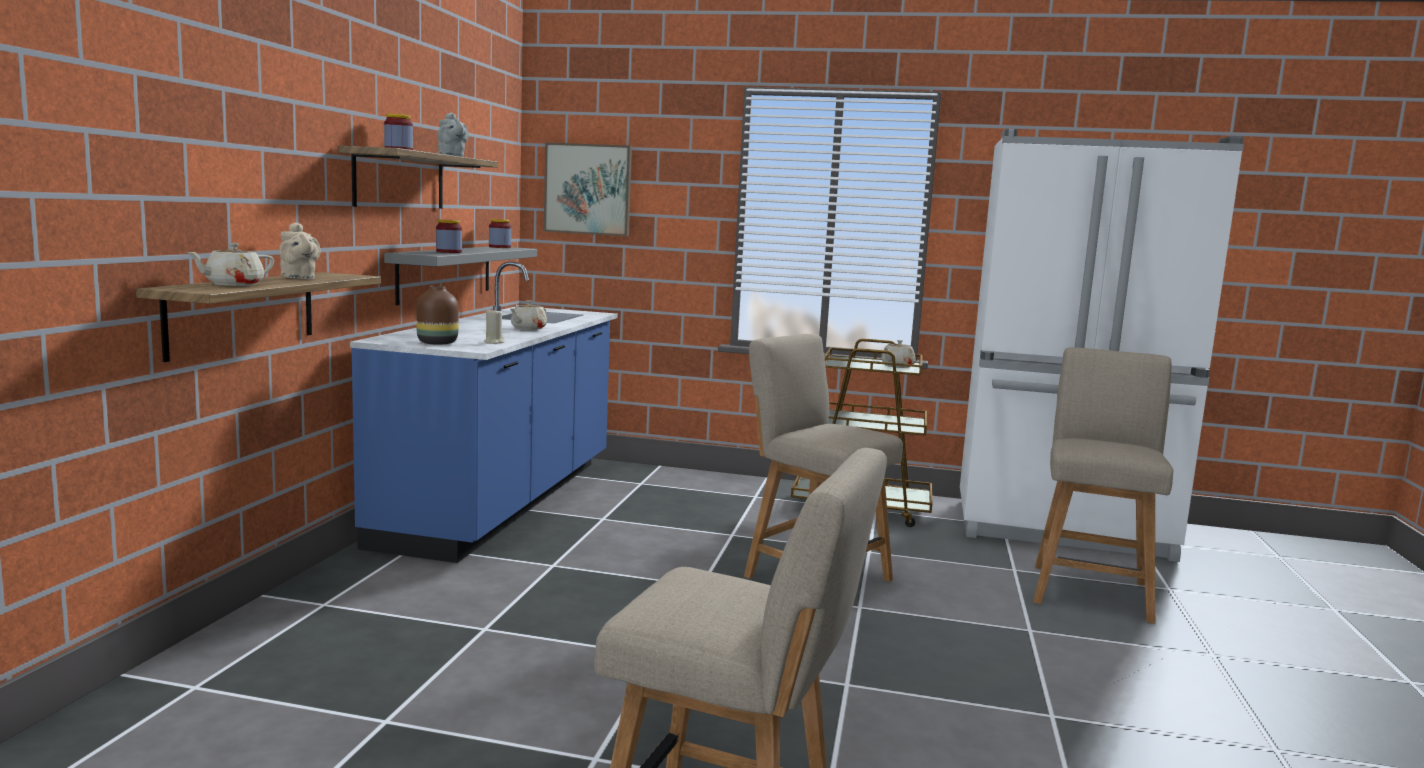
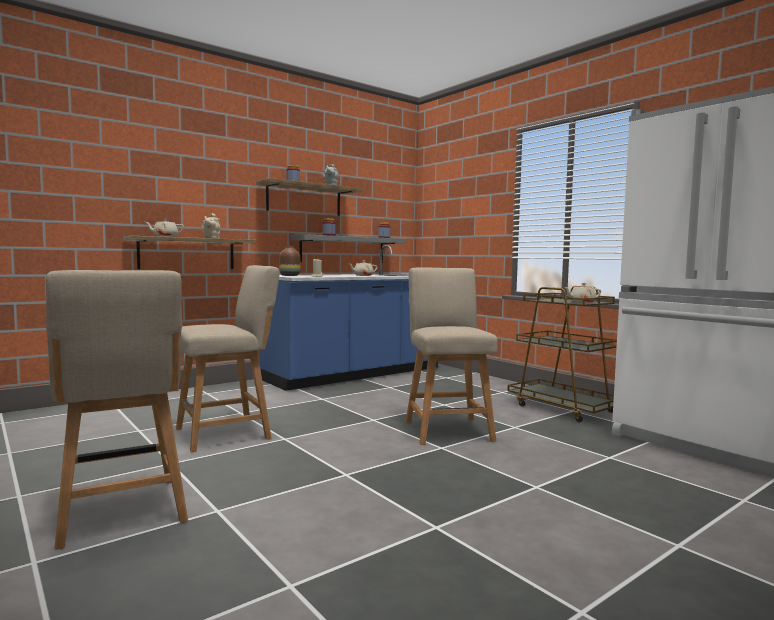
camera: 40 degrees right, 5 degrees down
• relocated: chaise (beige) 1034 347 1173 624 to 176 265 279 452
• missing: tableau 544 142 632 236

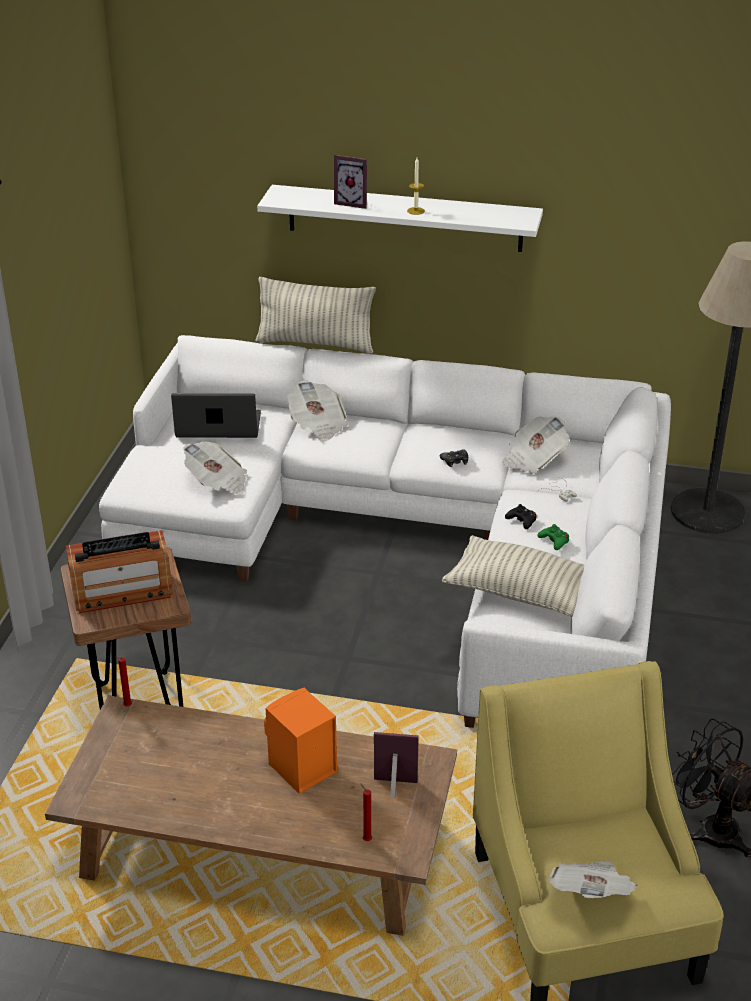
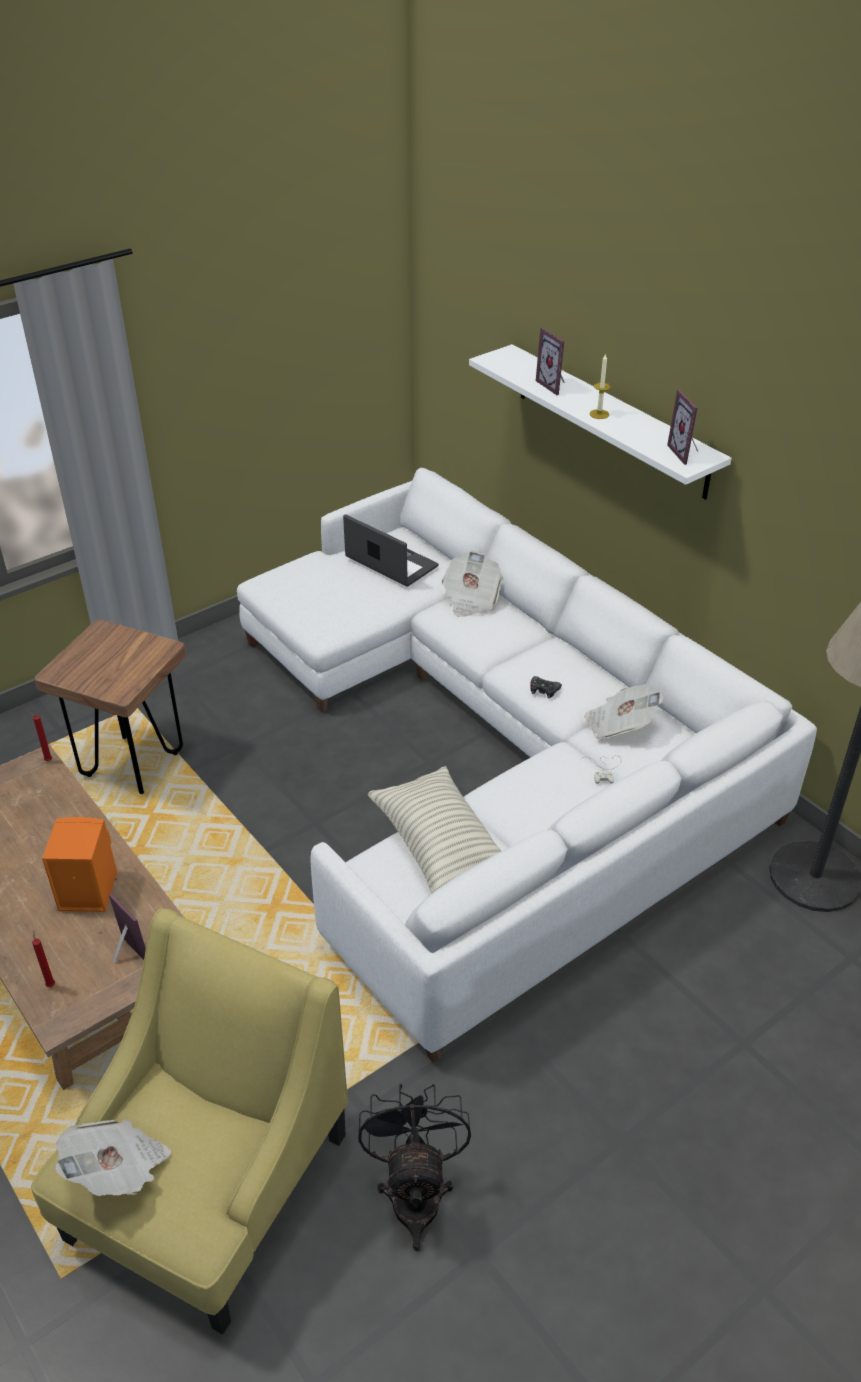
camera: 40 degrees right, 5 degrees up
• appeared: cadre photo 667 389 698 465
• missing: radio 66 530 173 613
• missing: journal 183 441 247 495
• missing: coussin 255 277 376 354
• missing: manette (noir) 505 504 536 529
• missing: manette (vert) 537 524 569 550

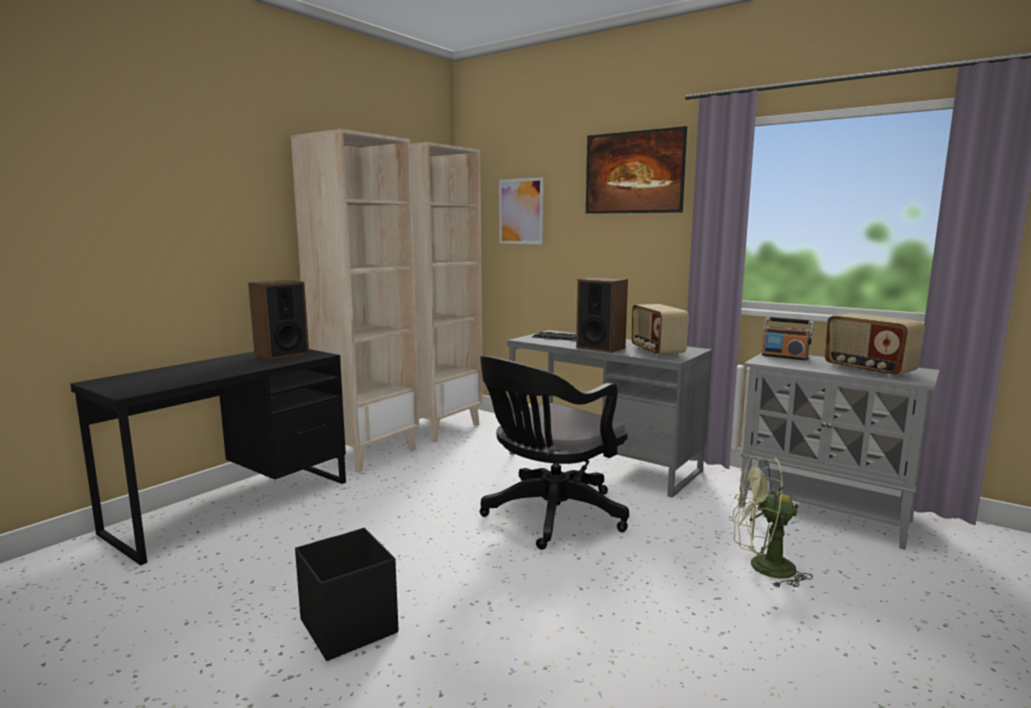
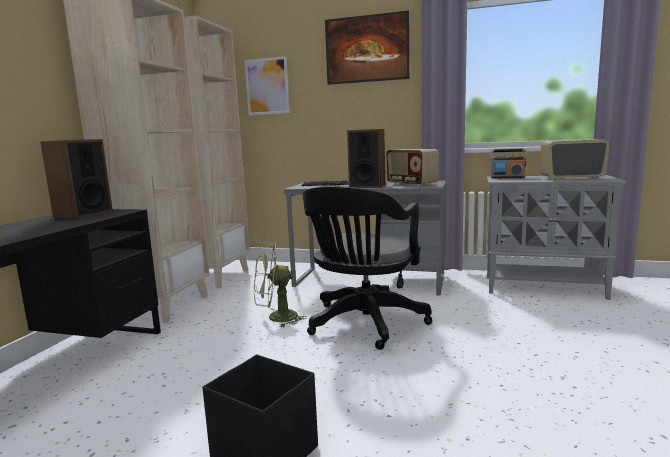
camera: 20 degrees left, 0 degrees up
• relocated: ventilateur (vert) 732 456 813 588 to 254 242 307 328
• spun: radio 825 313 925 377 = 540 139 610 180 150 degrees clockwise

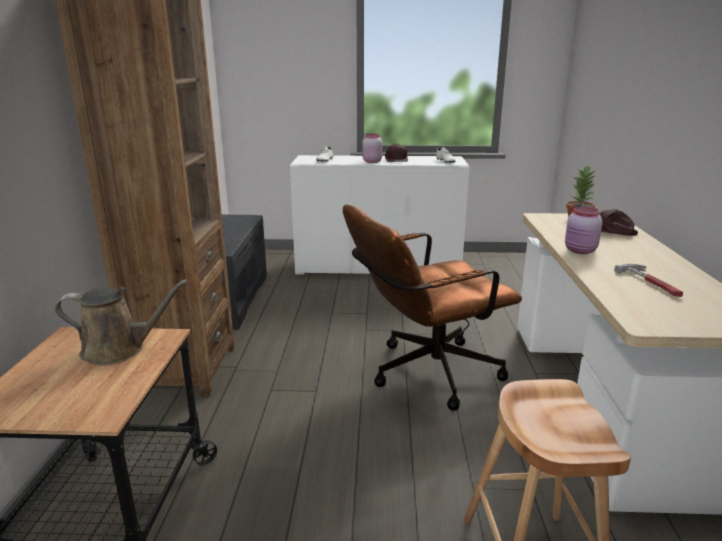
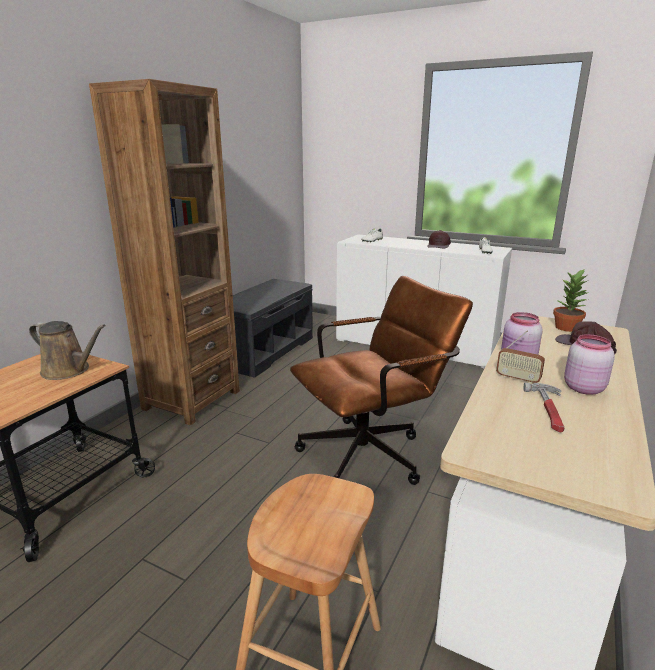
camera: 25 degrees right, 0 degrees up
• spun: chaise de bureau (marron) 343 205 522 411 = 290 276 473 485 150 degrees clockwise
• appeared: radio 496 331 545 384
• relocated: bocal (rose) 362 134 382 163 to 564 334 615 395

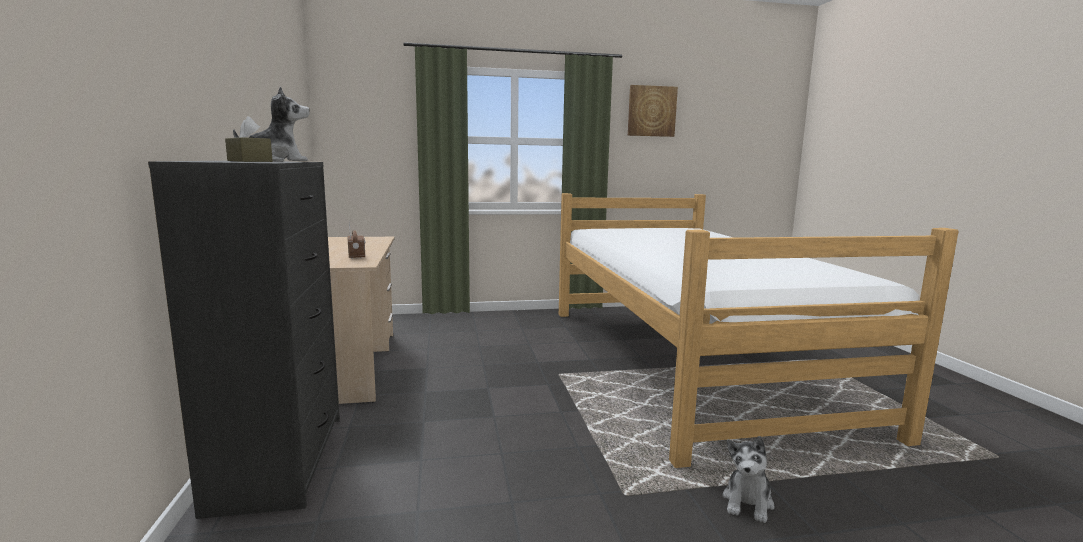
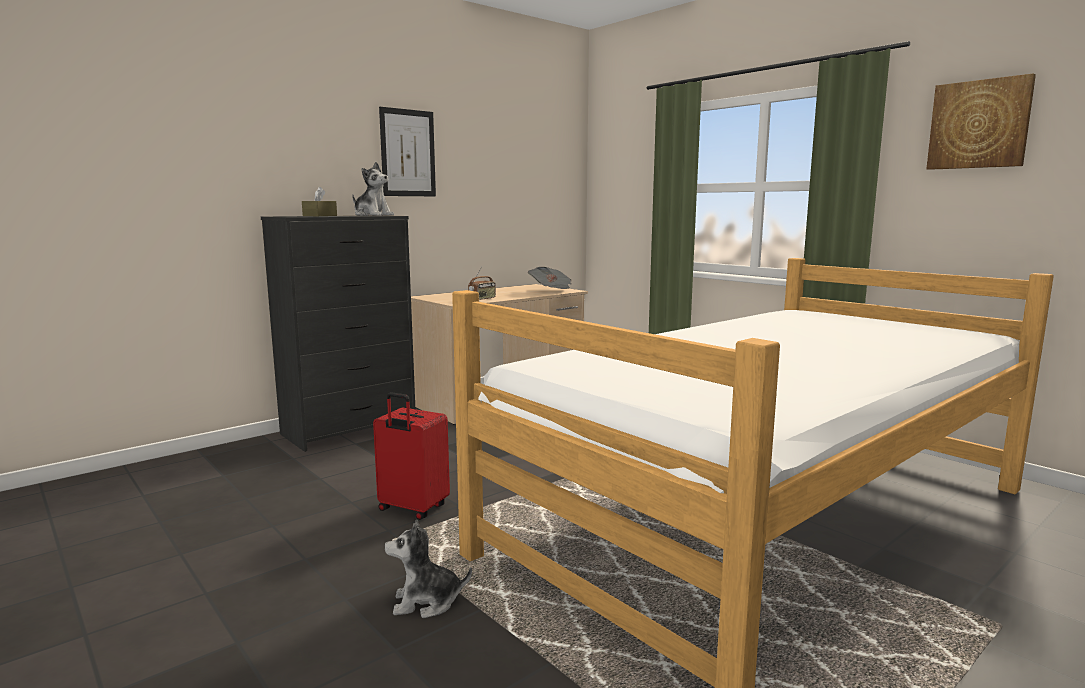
camera: 60 degrees right, 0 degrees up
• appeared: valise (rouge) 373 392 450 520
• appeared: tableau 379 107 436 196
• appeared: journal 528 267 572 289

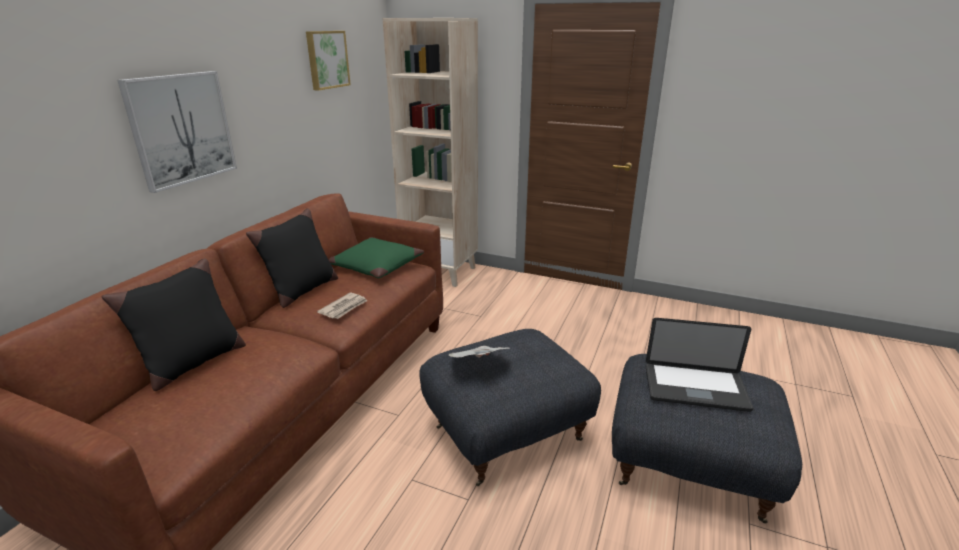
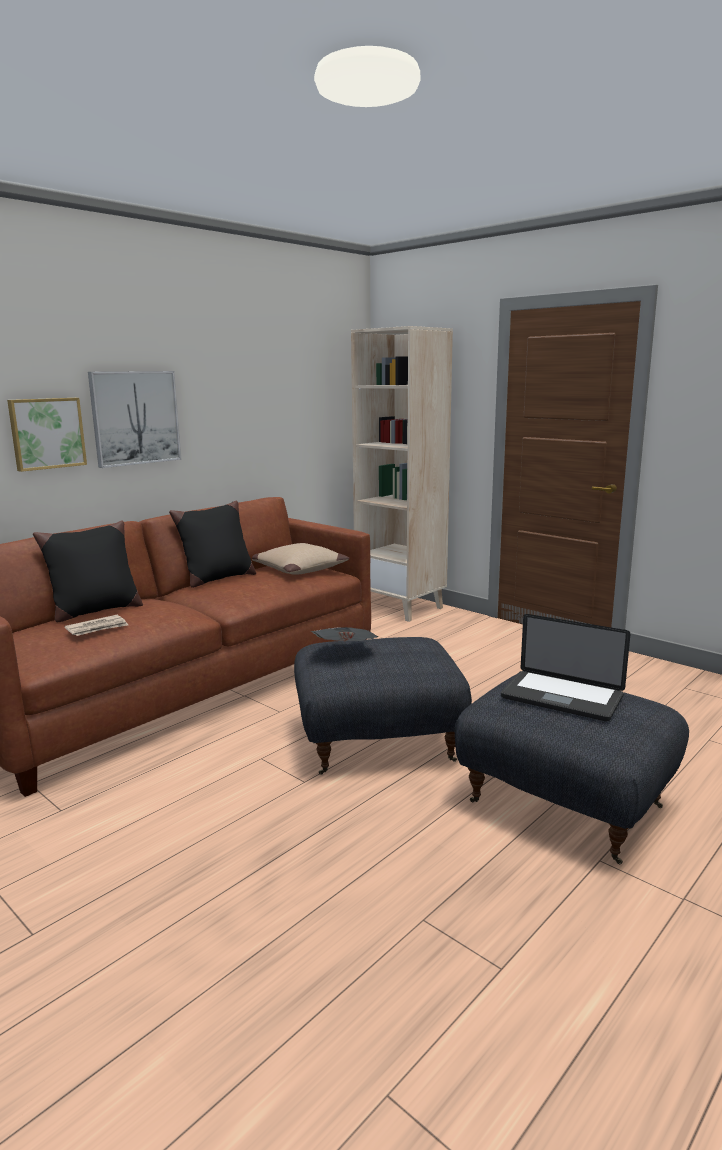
camera: 20 degrees right, 10 degrees down
• relocated: tableau 306 31 351 91 to 7 398 87 472
• relocated: journal 317 293 367 319 to 64 615 128 636
• colour: coussin (vert) 329 237 424 278 to coussin (beige) 252 543 350 575

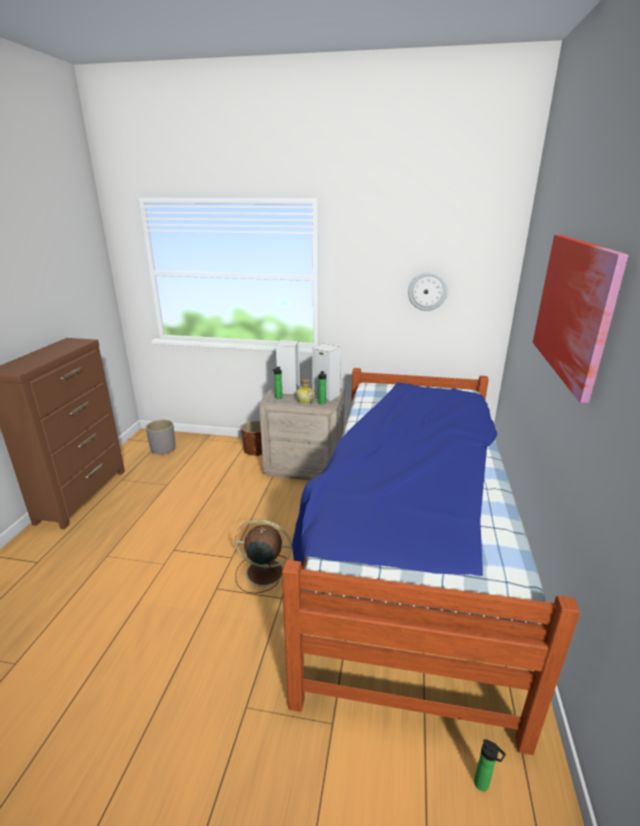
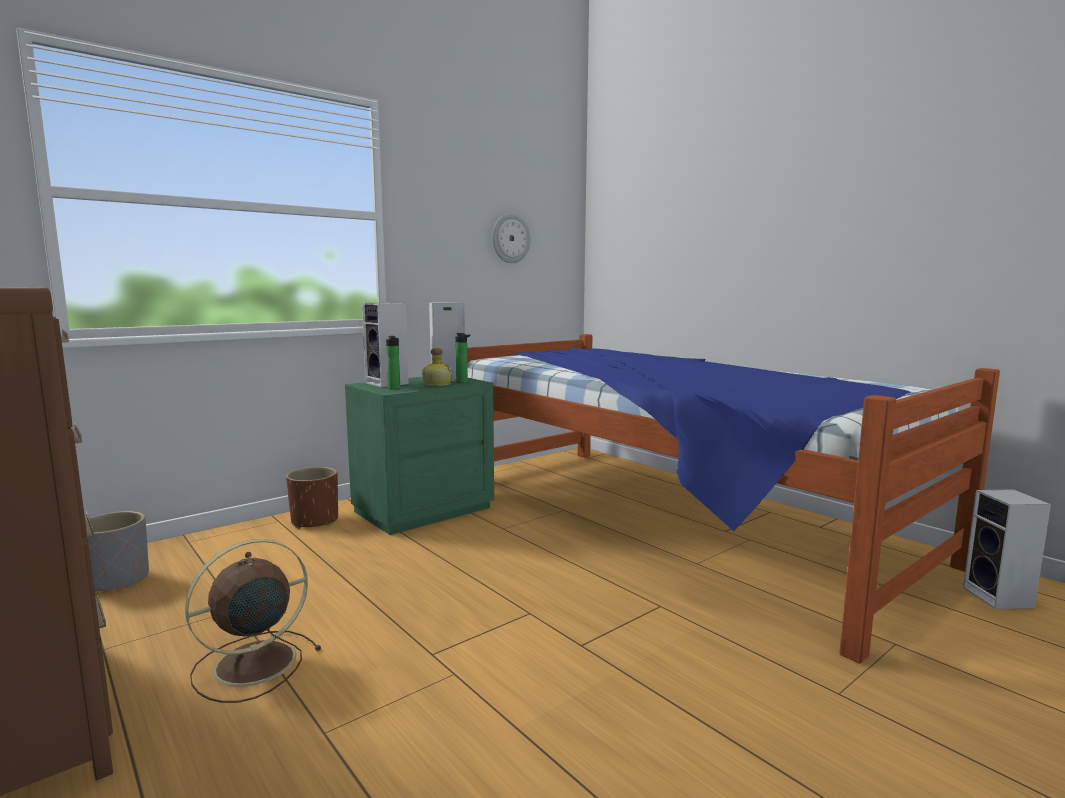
camera: 50 degrees left, 15 degrees down
• relocated: ventilateur (marron) 235 519 292 593 to 185 539 321 703
• colour: table de chevet (beige) 259 384 345 480 to table de chevet (vert) 345 376 494 535
• exchanged: bouteille 474 739 506 791 to enceinte 963 490 1051 609
• missing: tableau 533 235 629 404

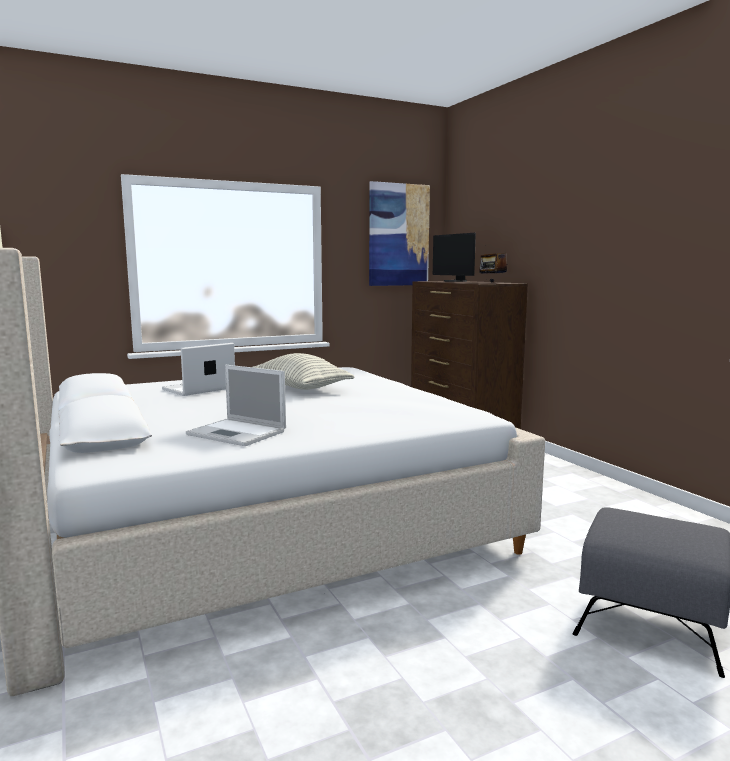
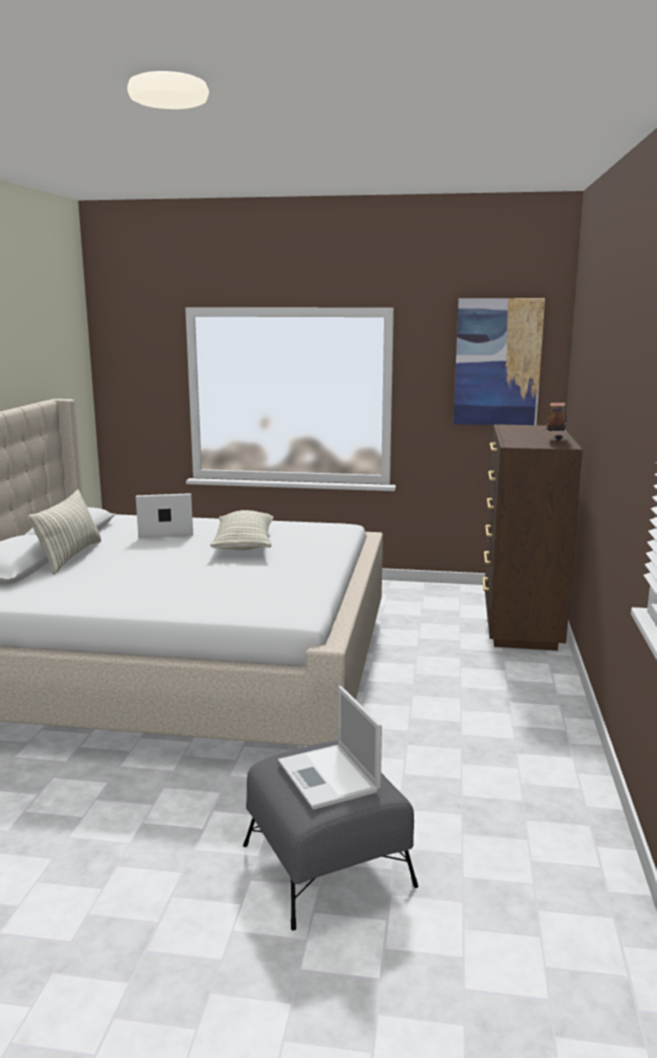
camera: 35 degrees right, 5 degrees up
• appeared: coussin 28 489 101 574
• relocated: ordinateur portable 186 365 286 446 to 278 686 382 810
• missing: écran d'ordinateur 433 233 476 282

